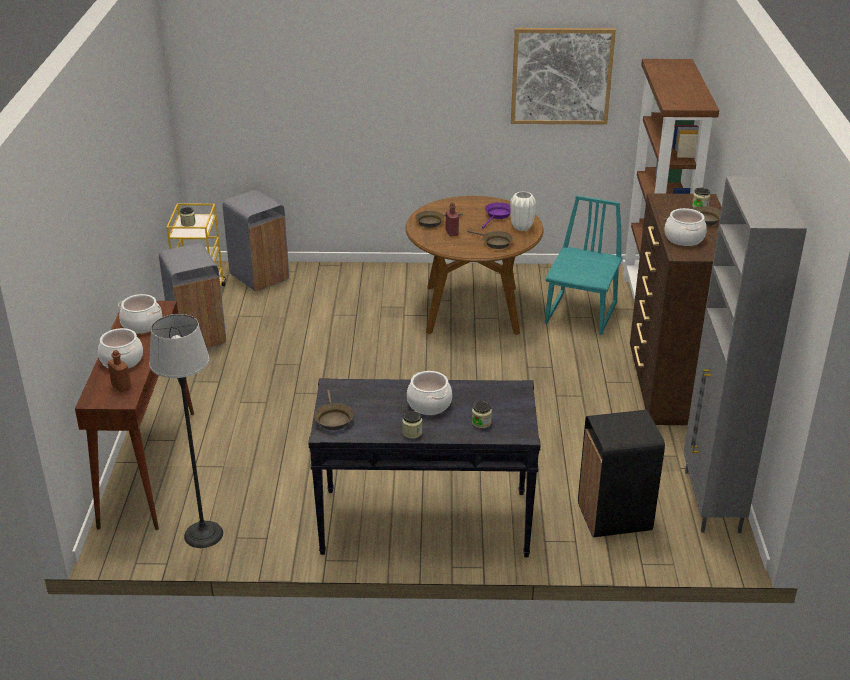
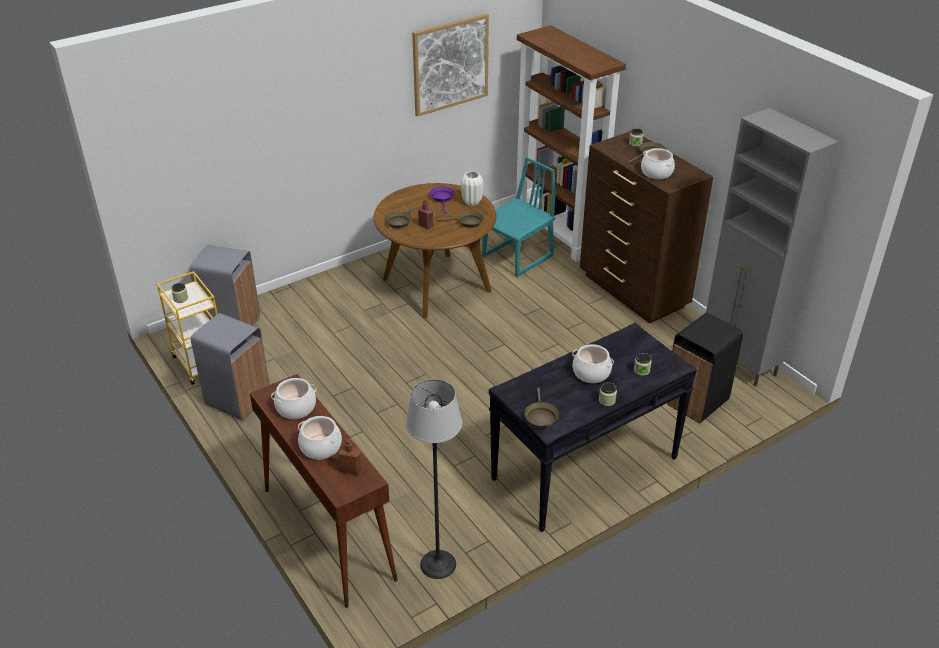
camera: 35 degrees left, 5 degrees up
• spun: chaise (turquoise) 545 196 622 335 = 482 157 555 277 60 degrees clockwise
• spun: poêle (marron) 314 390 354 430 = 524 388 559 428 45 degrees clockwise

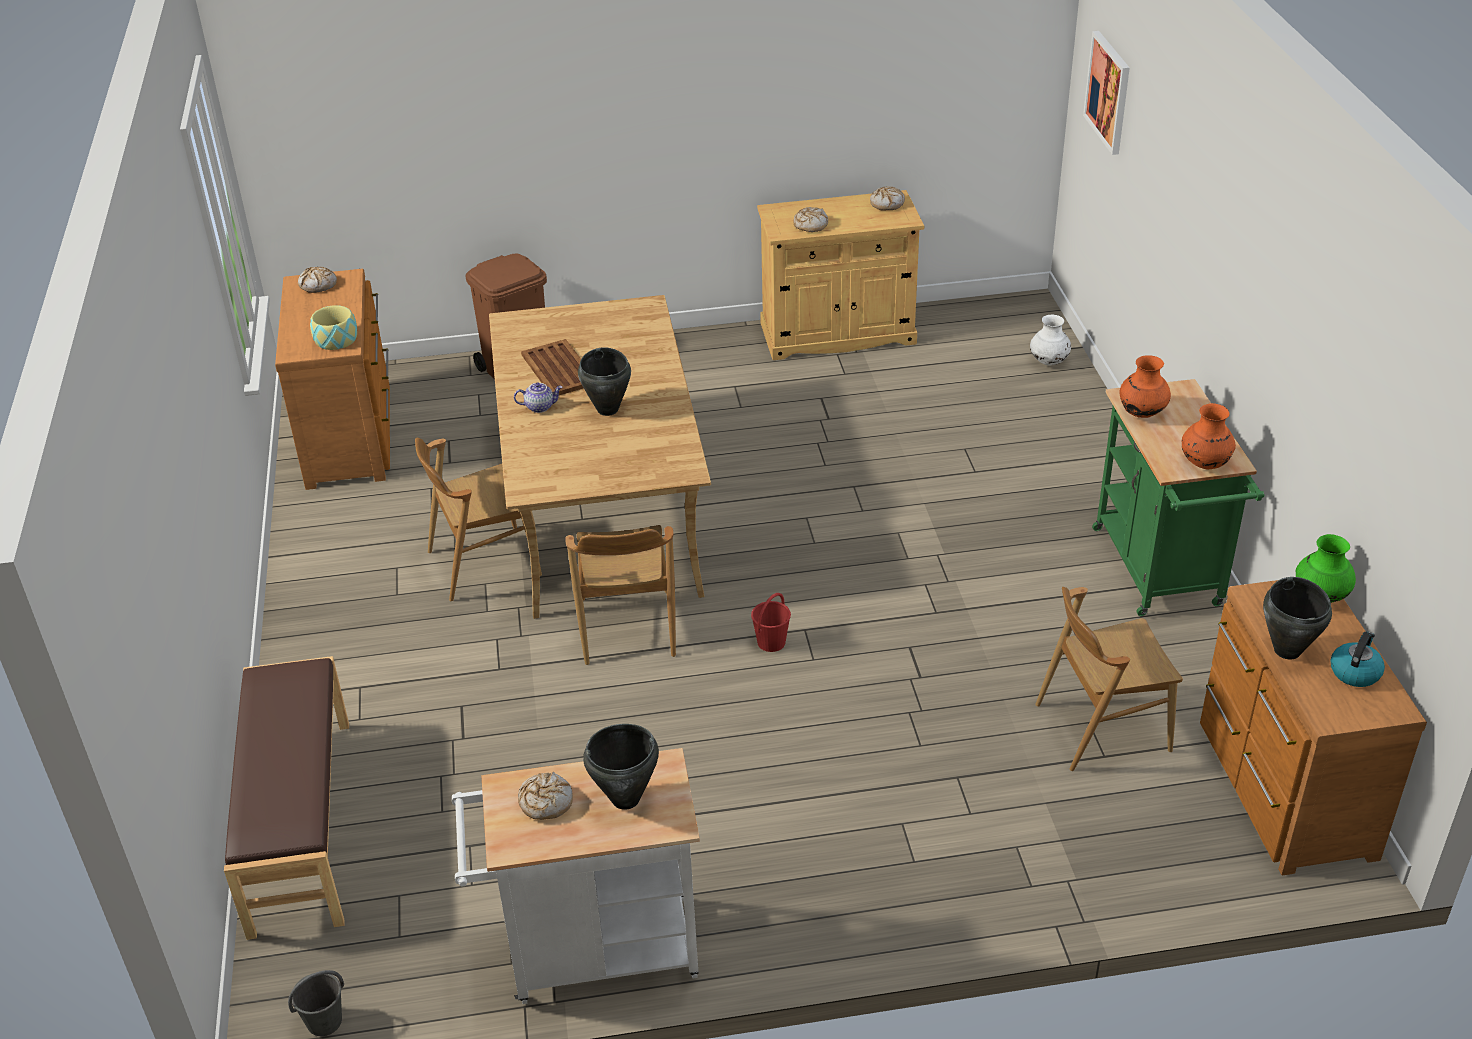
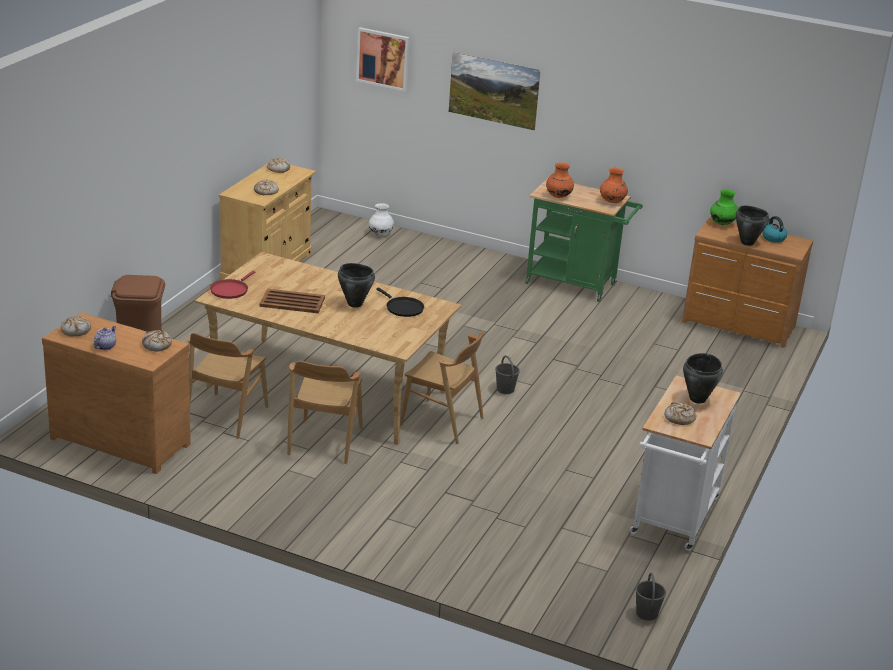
camera: 60 degrees left, 10 degrees down
• relocated: théière 514 383 563 413 to 93 325 116 350
• exchanged: bol 310 305 357 350 to pain 142 330 172 351
• relocated: chaise (marron) 1035 587 1183 771 to 188 333 268 439
• appeared: poêle (rouge) 210 271 256 299
• appeared: poêle (noir) 376 287 424 317
• appeared: tableau 449 52 541 131
• colour: seau (rouge) 751 593 791 652 to seau (gris) 495 355 520 394
• missing: banc (marron) 224 656 349 940

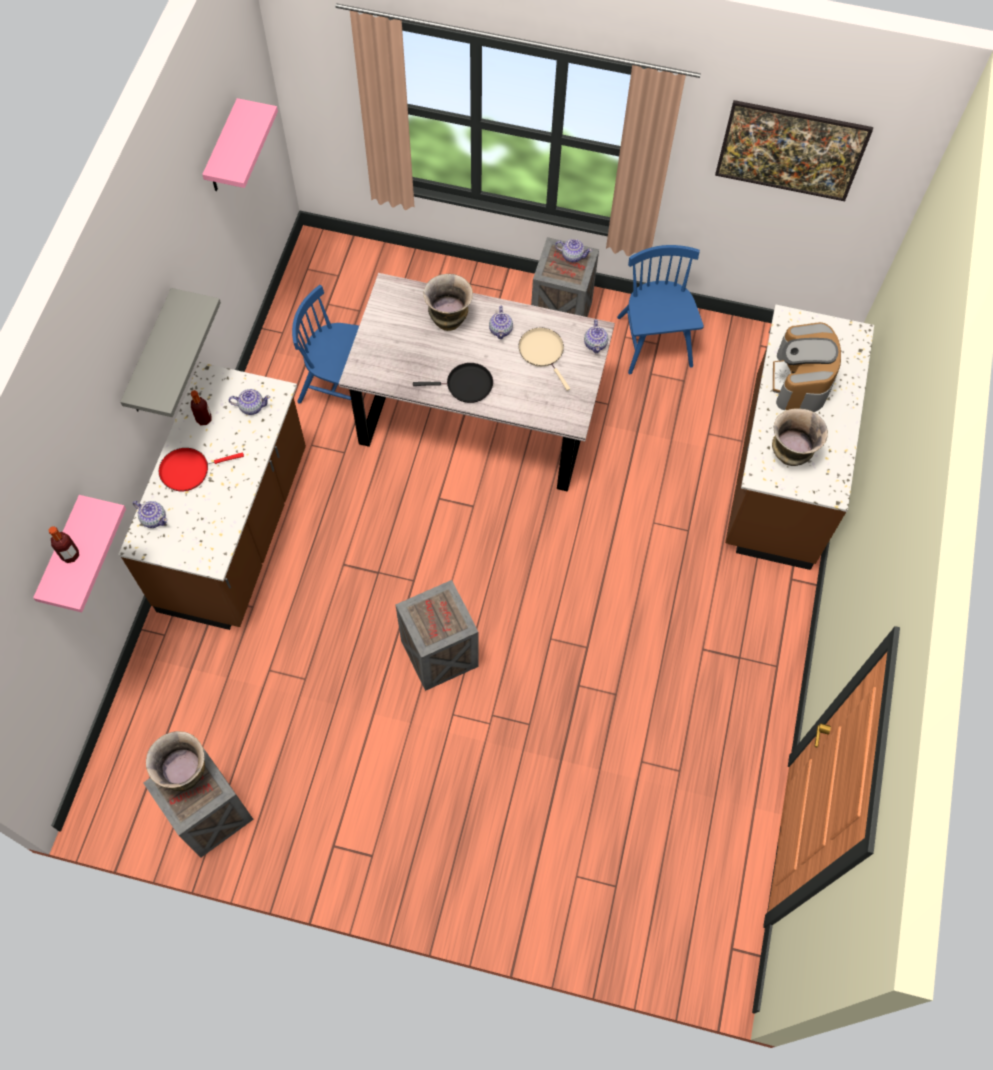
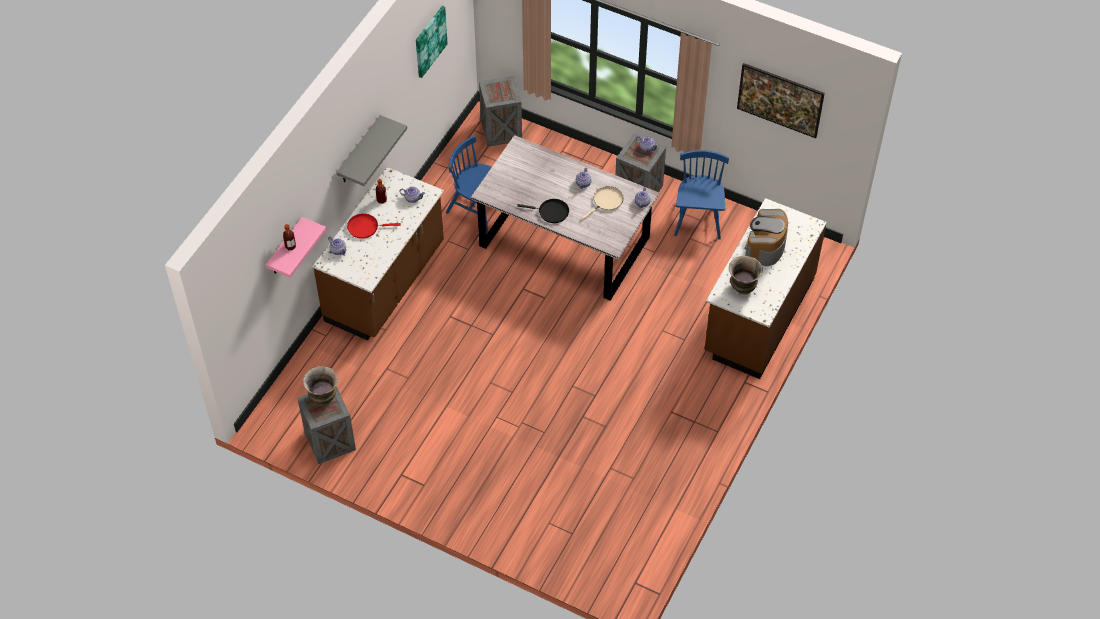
camera: 15 degrees right, 10 degrees down
• exchanged: étagère (rose) 202 98 278 191 to tableau 416 6 448 78
• relocated: caisse 395 580 479 691 to 479 76 522 147
• spun: poêle (beige) 518 328 570 391 = 582 186 624 220 60 degrees clockwise
• missing: vase 424 274 473 331

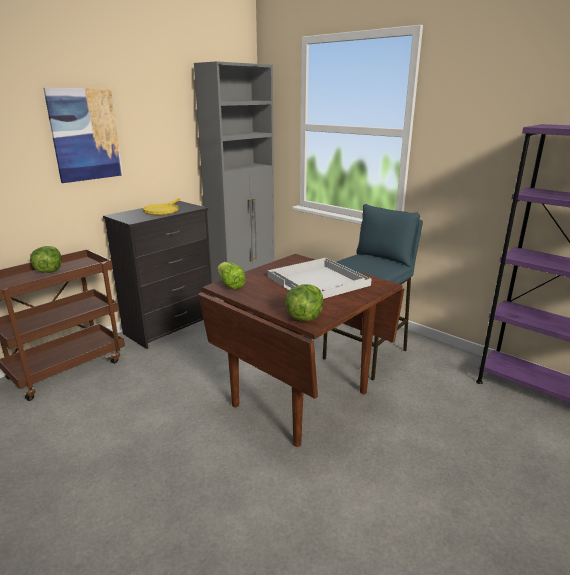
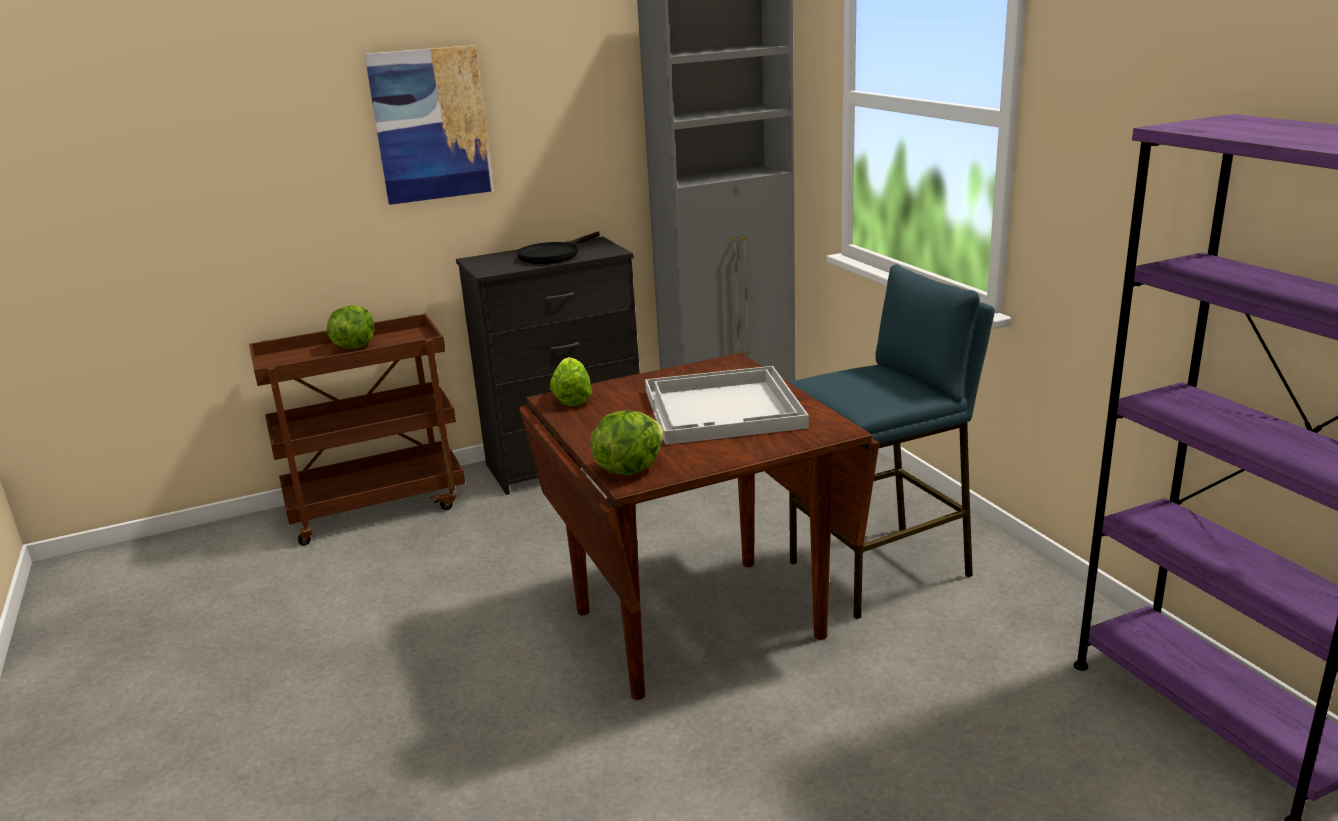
camera: 25 degrees right, 0 degrees up
• colour: poêle (jaune) 143 198 180 215 to poêle (noir) 517 232 600 264

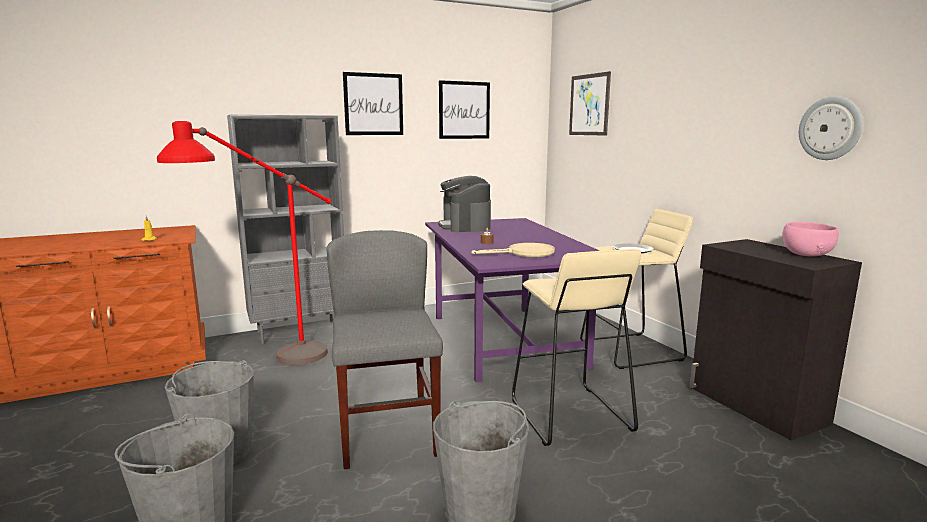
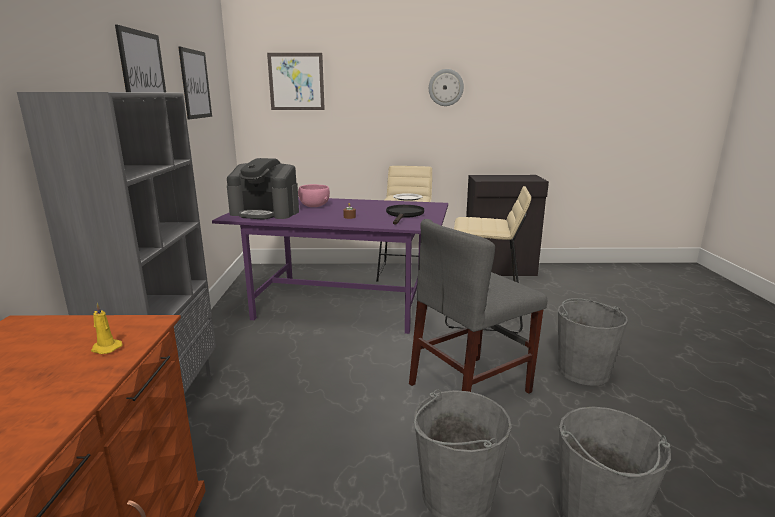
camera: 65 degrees left, 5 degrees up
• relocated: bol (rose) 782 222 839 256 to 298 184 330 207
• colour: poêle (beige) 472 243 555 258 to poêle (noir) 386 205 424 225
• spun: chaise (gris) 326 230 443 469 = 409 219 547 394 45 degrees counterclockwise
• relocated: horloge murale 799 96 863 160 to 429 69 464 106
• missing: lampadaire (rouge) 157 121 331 365

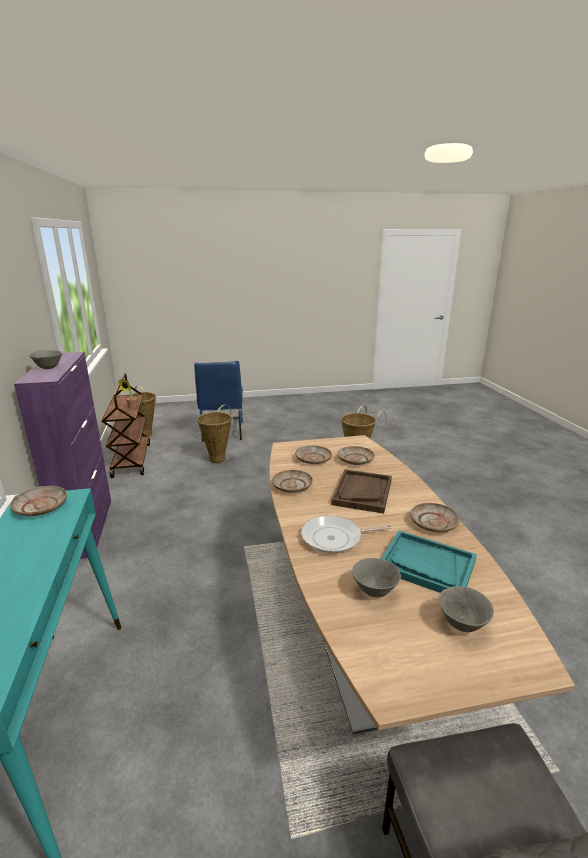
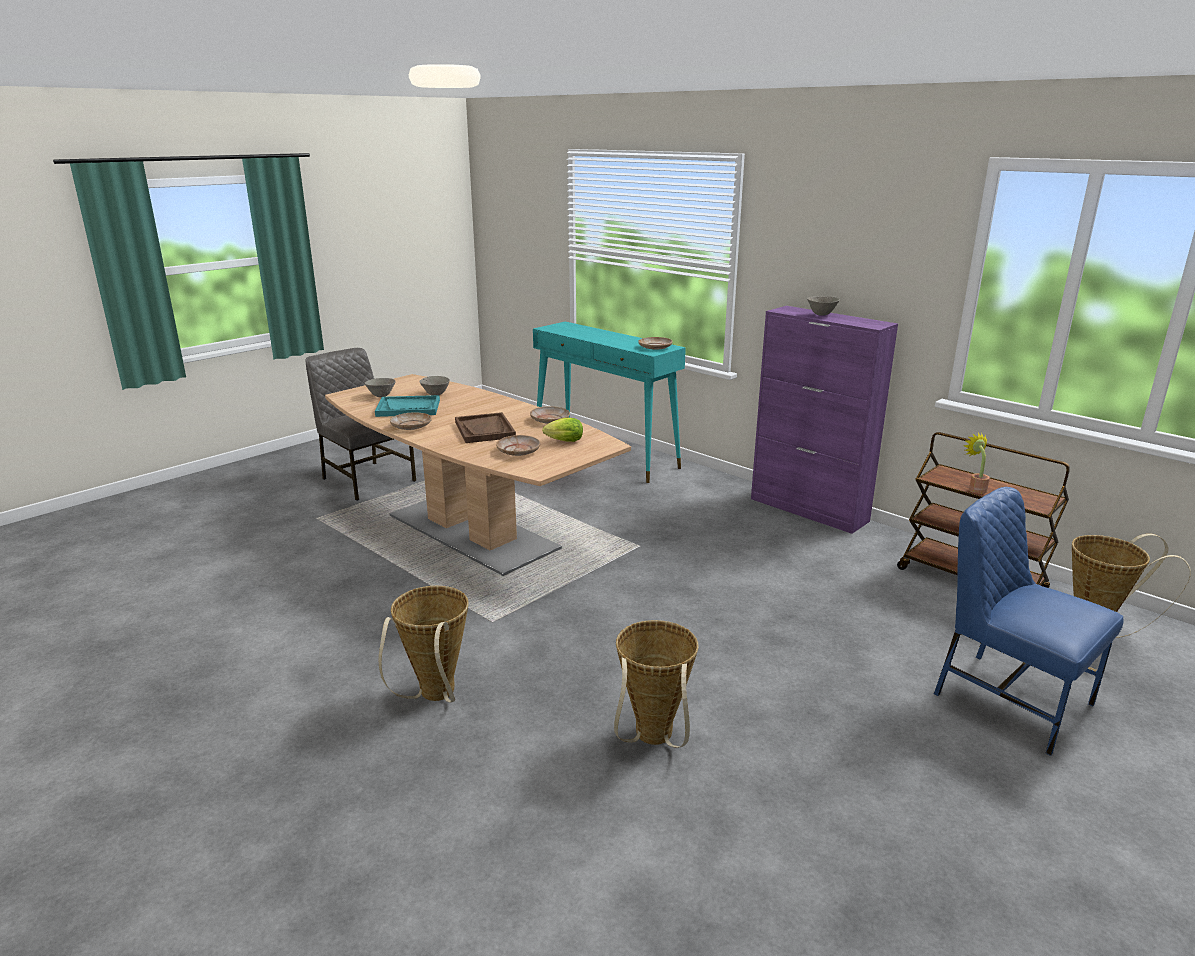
camera: 145 degrees right, 0 degrees up
• relocated: panier 197 404 247 463 to 379 586 468 703
• exchanged: assiette (beige) 295 445 332 464 to laitue 542 418 583 442
• missing: poêle 301 515 392 554

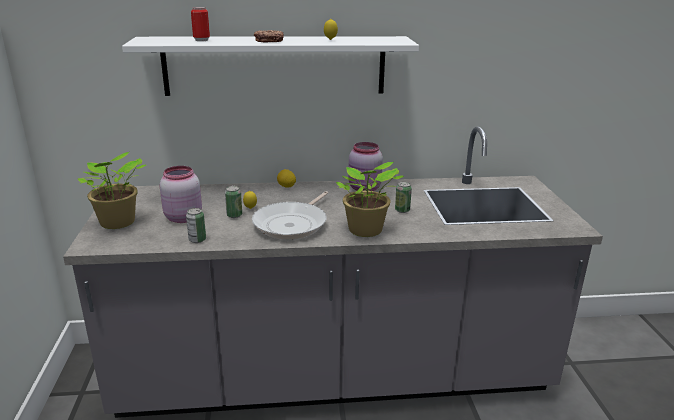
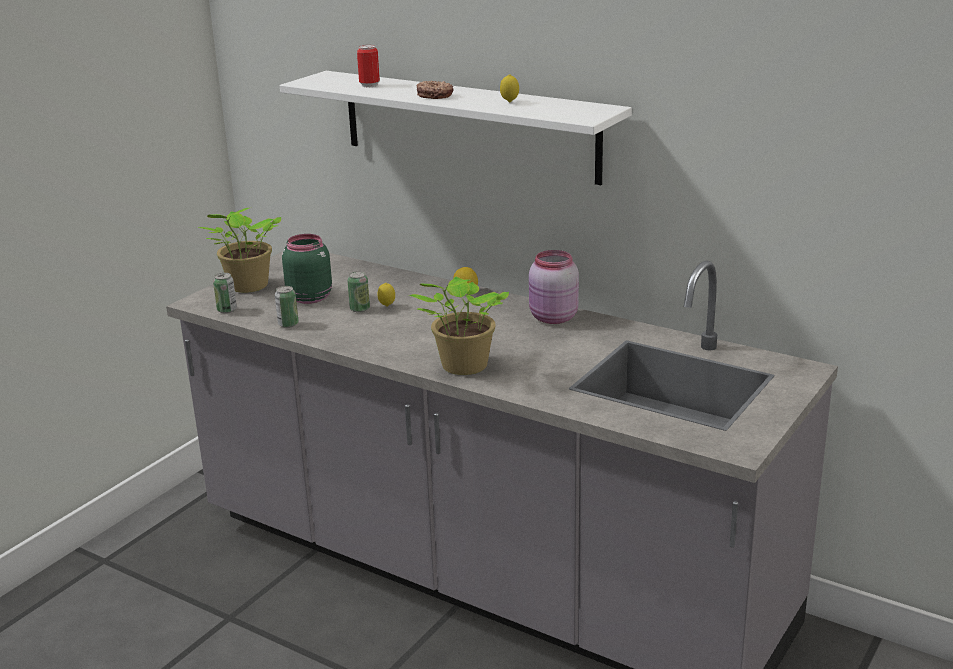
camera: 40 degrees right, 0 degrees up
• relocated: boîte métallique 395 182 412 213 to 213 273 237 313
• colour: bocal (rose) 160 166 202 223 to bocal (vert) 282 234 332 304
• missing: poêle 252 191 328 239

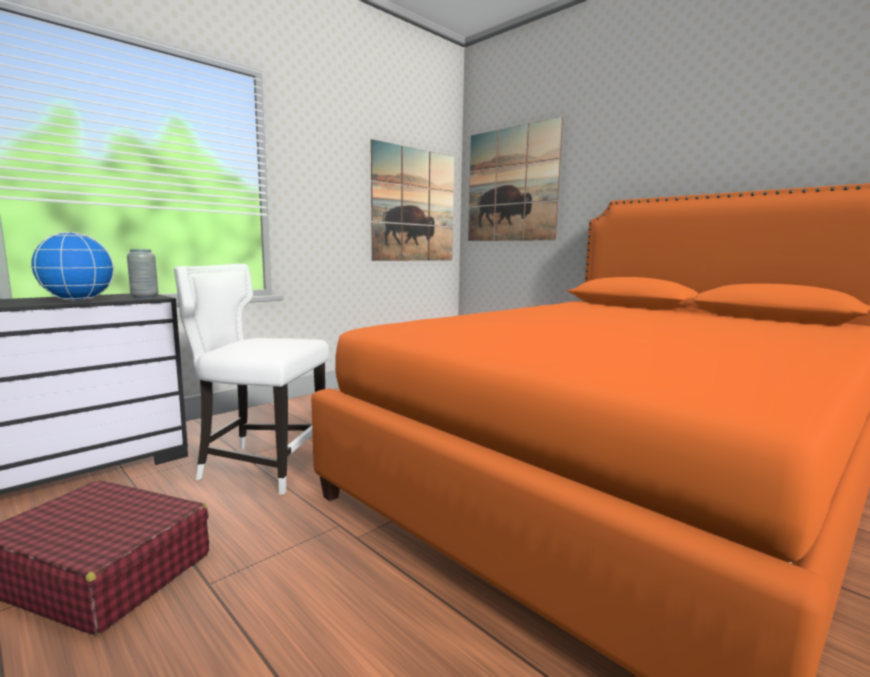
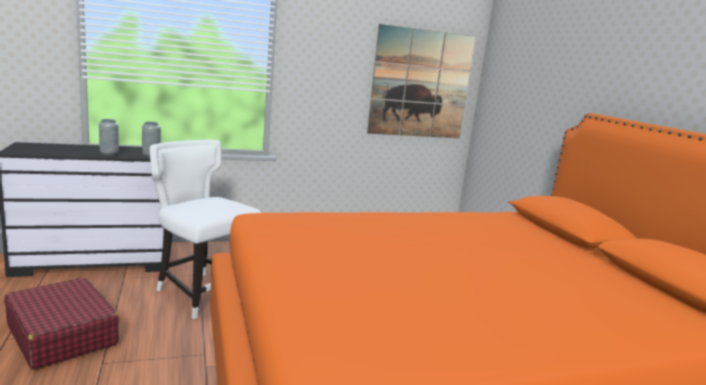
camera: 25 degrees right, 5 degrees up
• exchanged: globe 30 232 115 301 to vase (gris) 99 119 119 156
• missing: tableau 468 116 563 241

